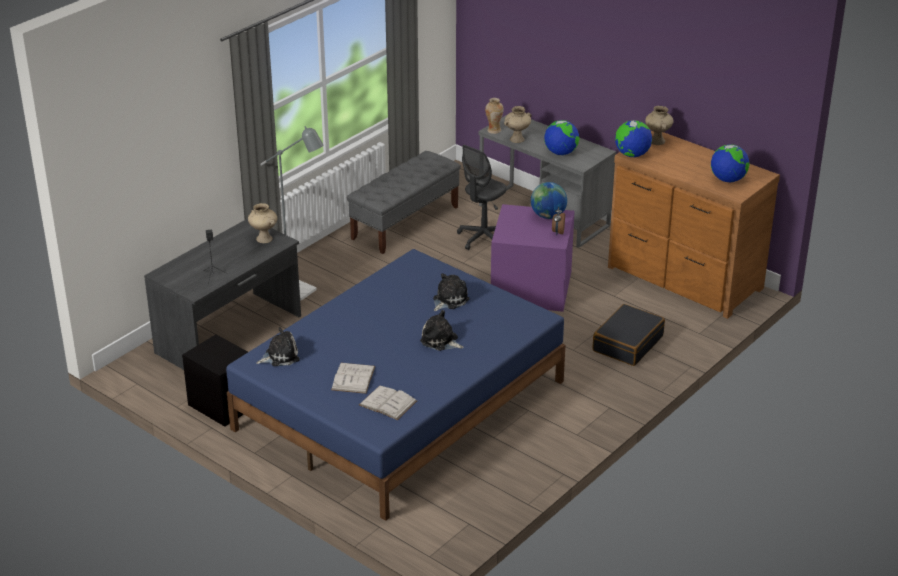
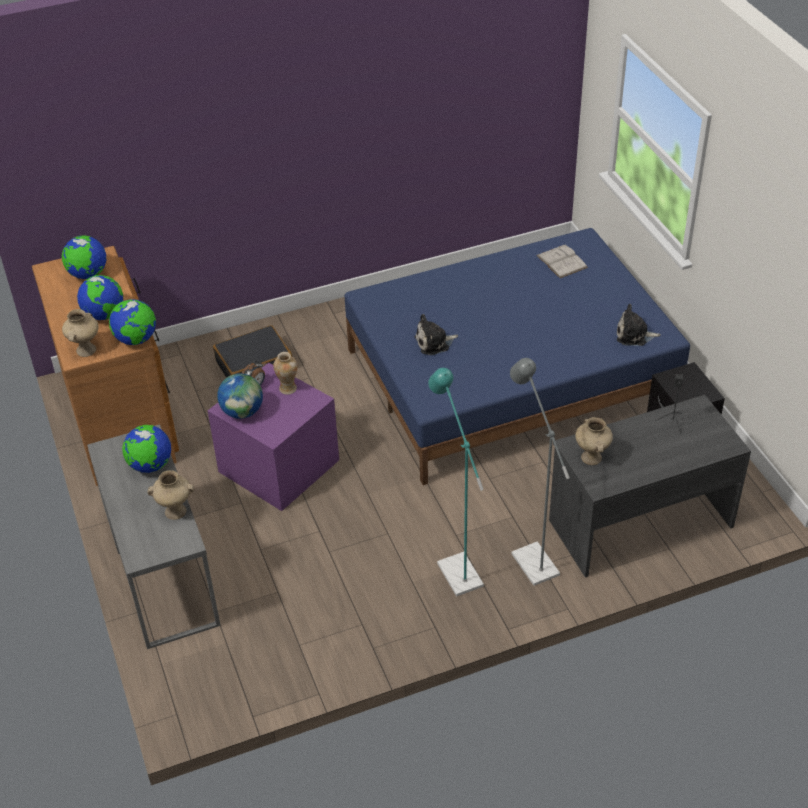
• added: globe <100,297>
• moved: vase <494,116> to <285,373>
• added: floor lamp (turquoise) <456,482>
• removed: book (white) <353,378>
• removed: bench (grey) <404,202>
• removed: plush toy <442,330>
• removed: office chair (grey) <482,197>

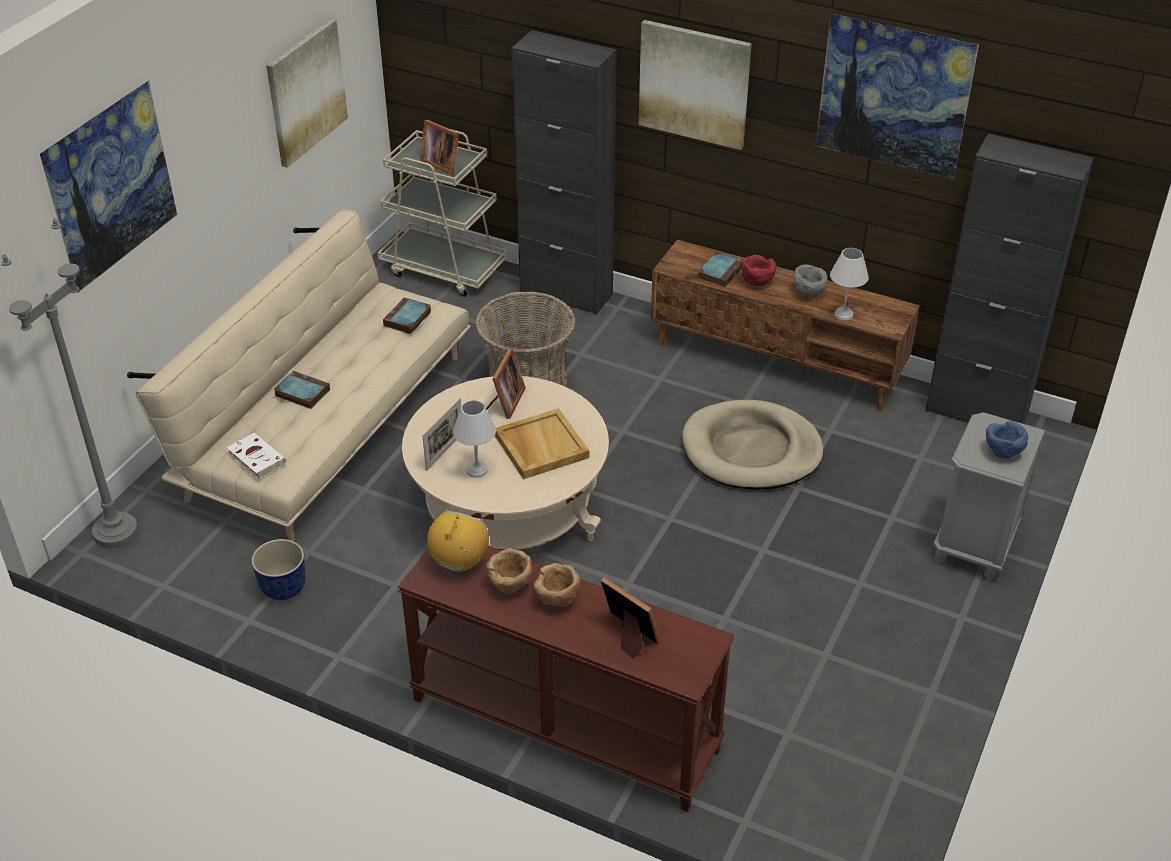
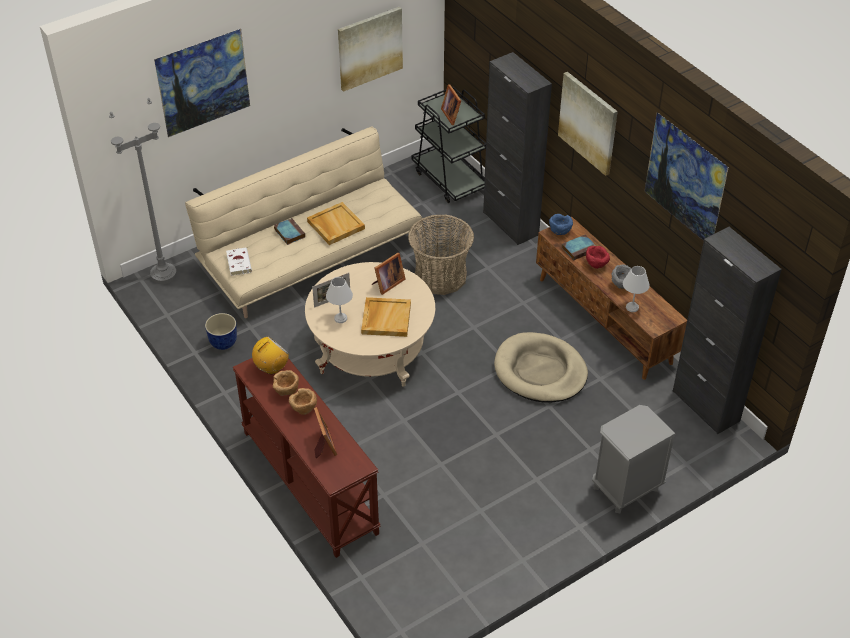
• added: tray (beige) <336,223>
• recoloured: cart (beige) <442,213> to cart (black) <448,145>
• moved: bowl (blue) <1007,439> to <561,224>
• removed: book <407,315>

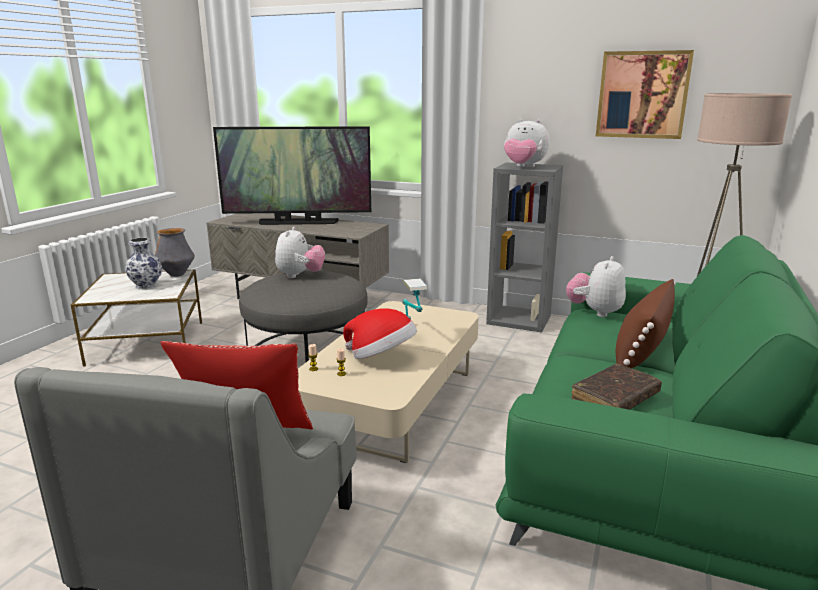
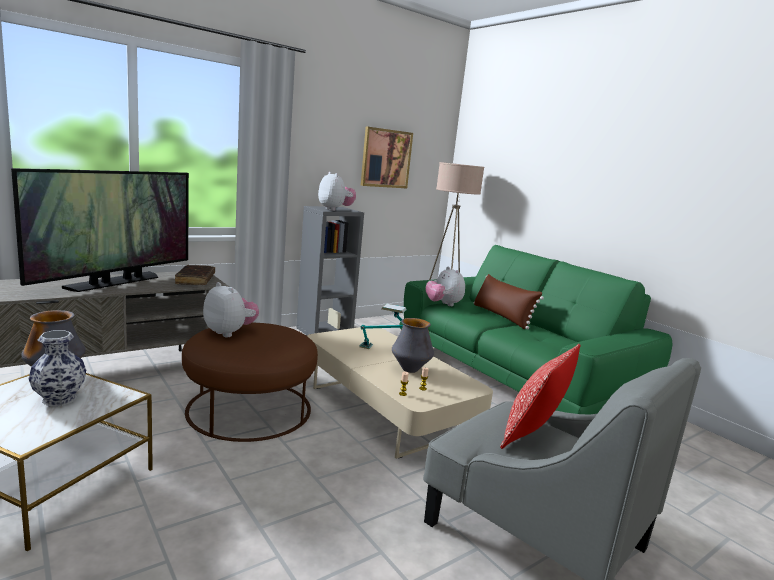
• moved: book (brown) <616,387> to <195,275>
• recoloured: ottoman (grey) <303,316> to ottoman (brown) <250,382>
• turned: plush toy <527,143> = <337,191> 90 degrees counterclockwise
• replaced: hat <380,333> to vase <413,345>

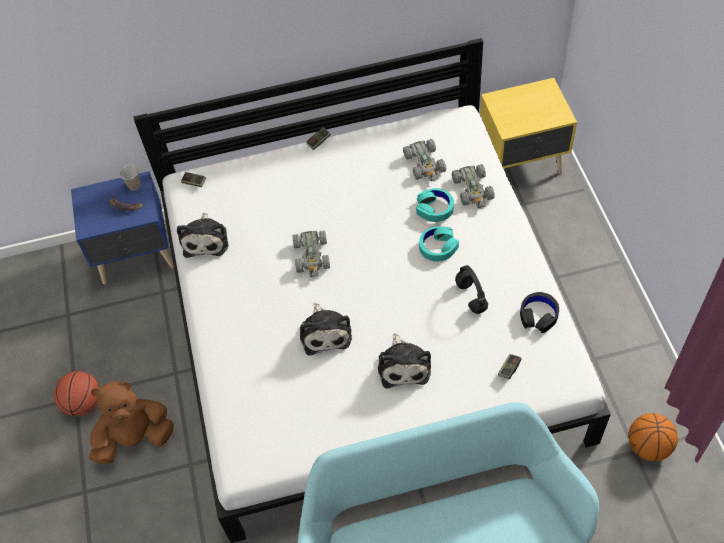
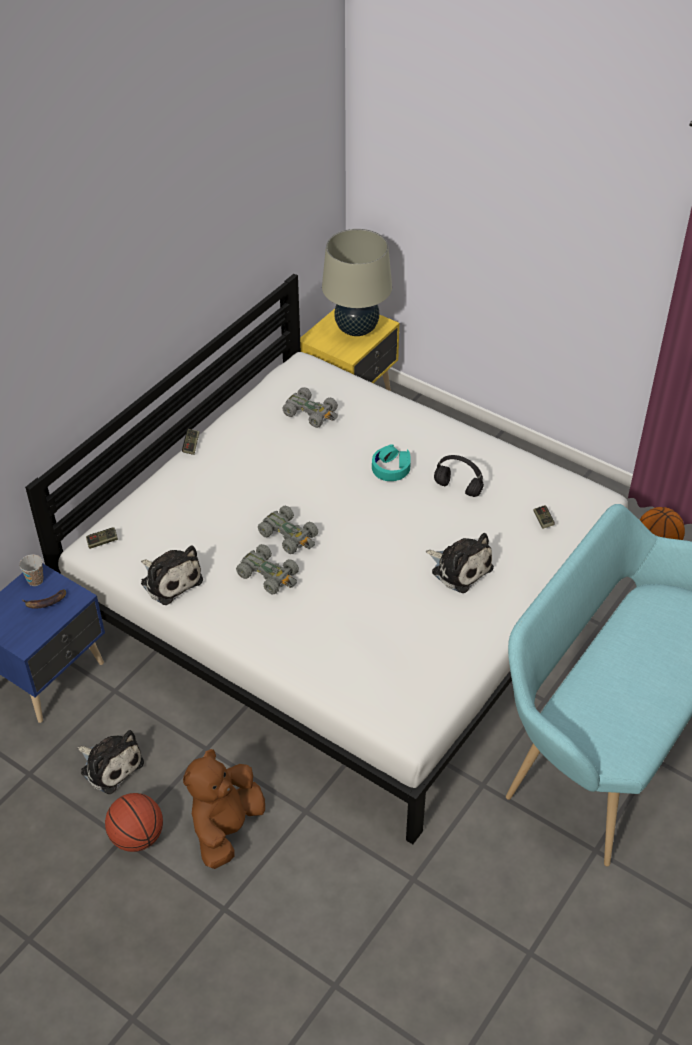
• moved: plush toy <326,329> to <111,762>
• moved: toy car (grey) <473,186> to <267,569>
• added: table lamp (beige) <357,282>
• removed: headphones (turquoise) <435,205>
• removed: headphones (black) <539,312>

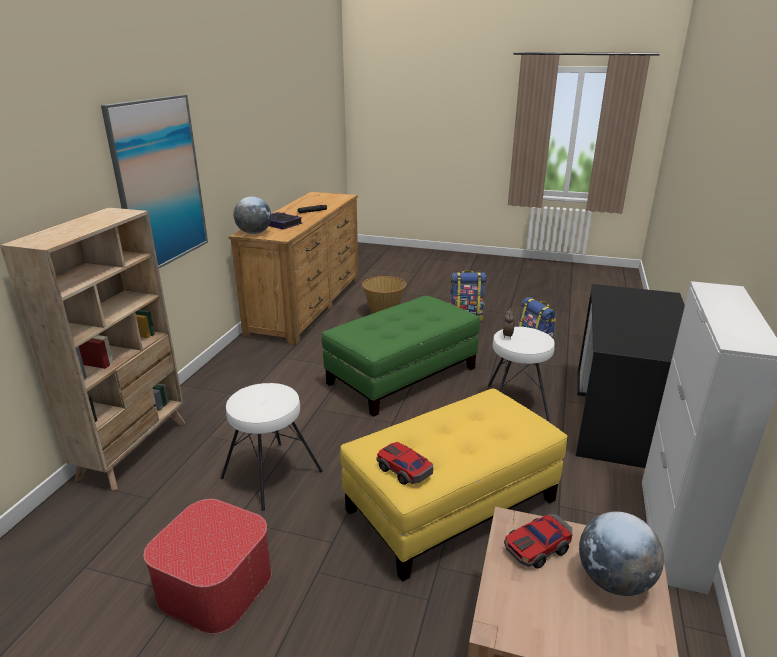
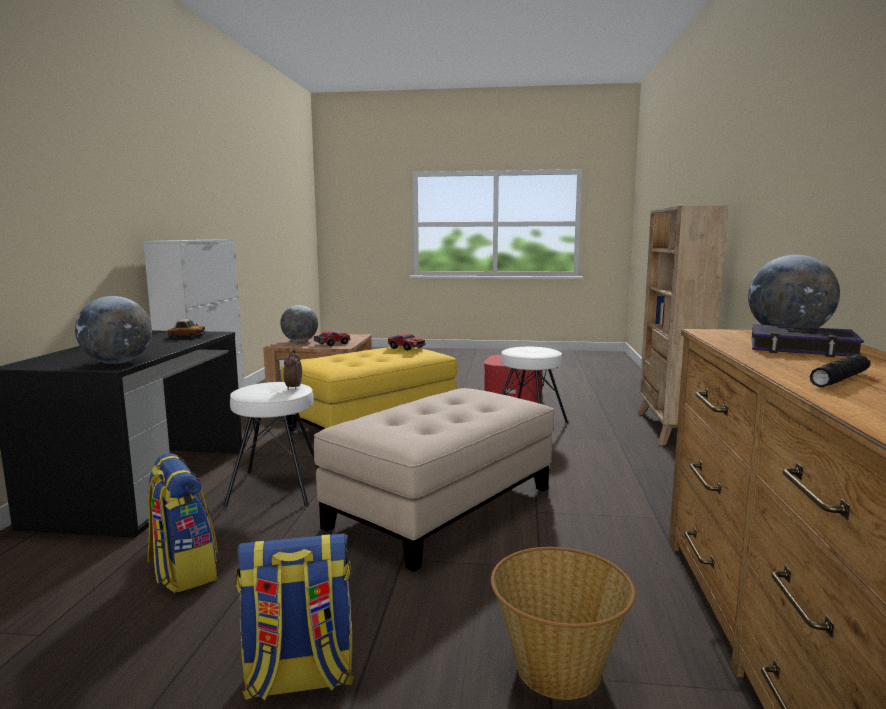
• added: globe <113,330>
• added: toy car <187,329>
• recoloured: ottoman (green) <401,356> to ottoman (beige) <434,480>
• removed: picture <154,181>

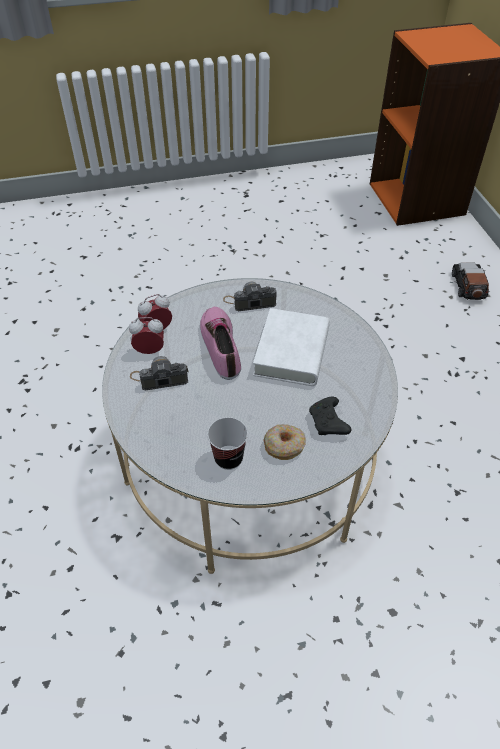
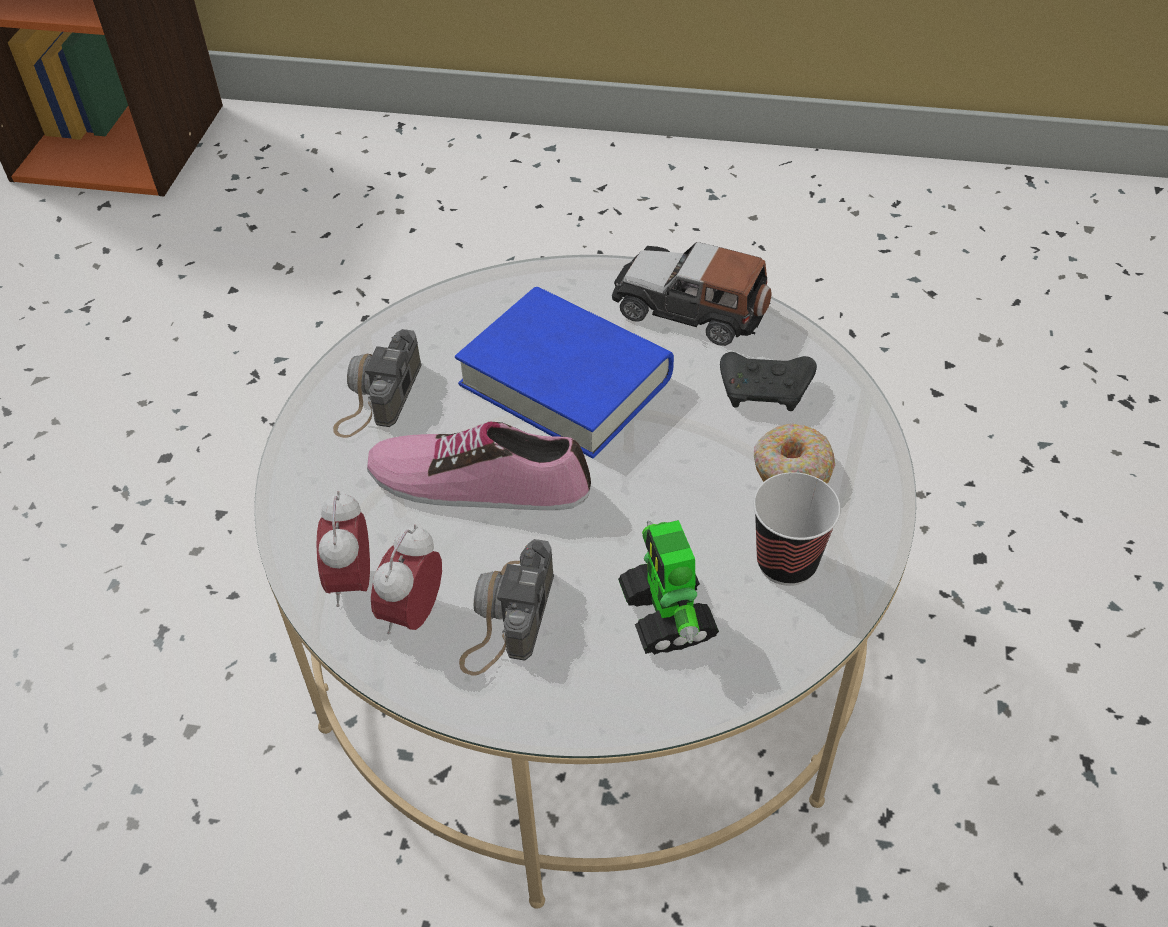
• recoloured: book (white) <291,347> to book (blue) <564,372>
• moved: toy car <470,281> to <692,294>
• added: toy robot <668,587>

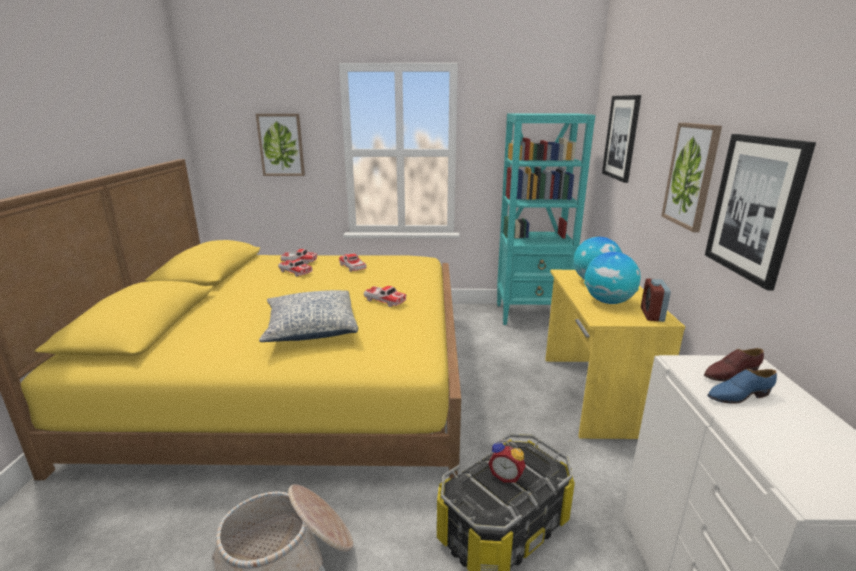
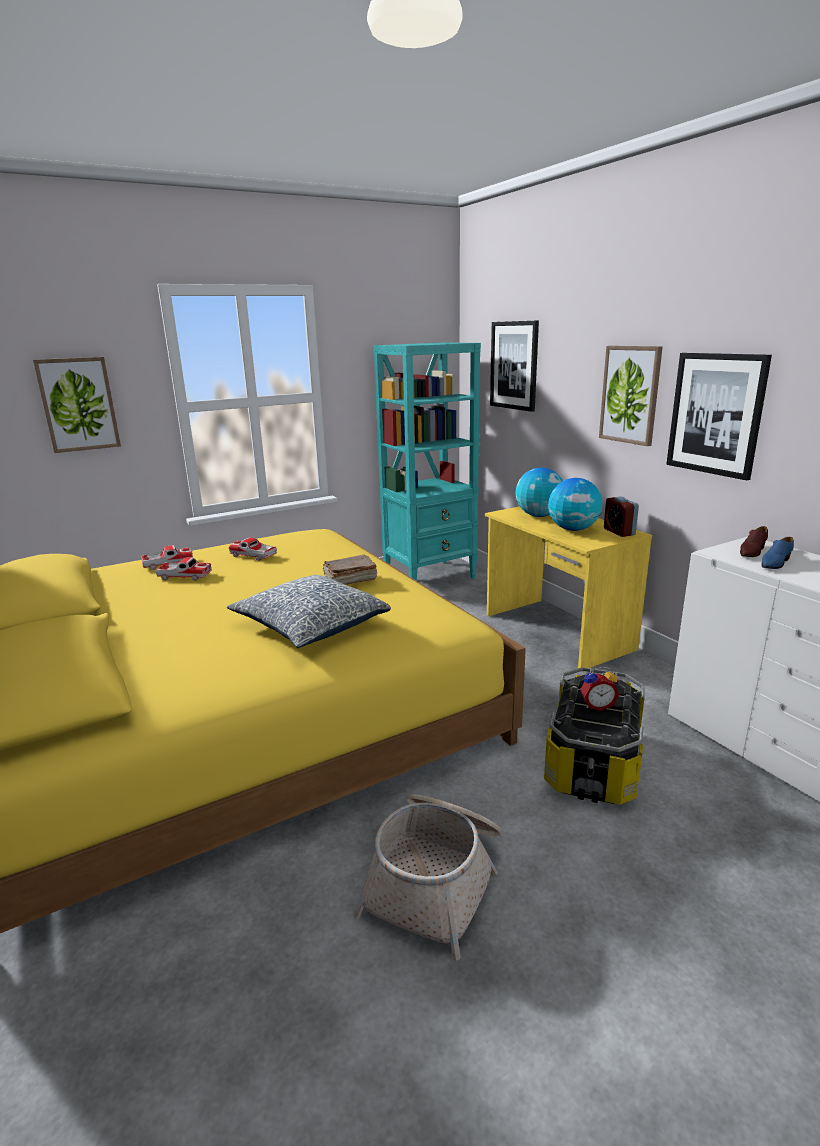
• replaced: toy car <385,296> to book (brown) <350,570>

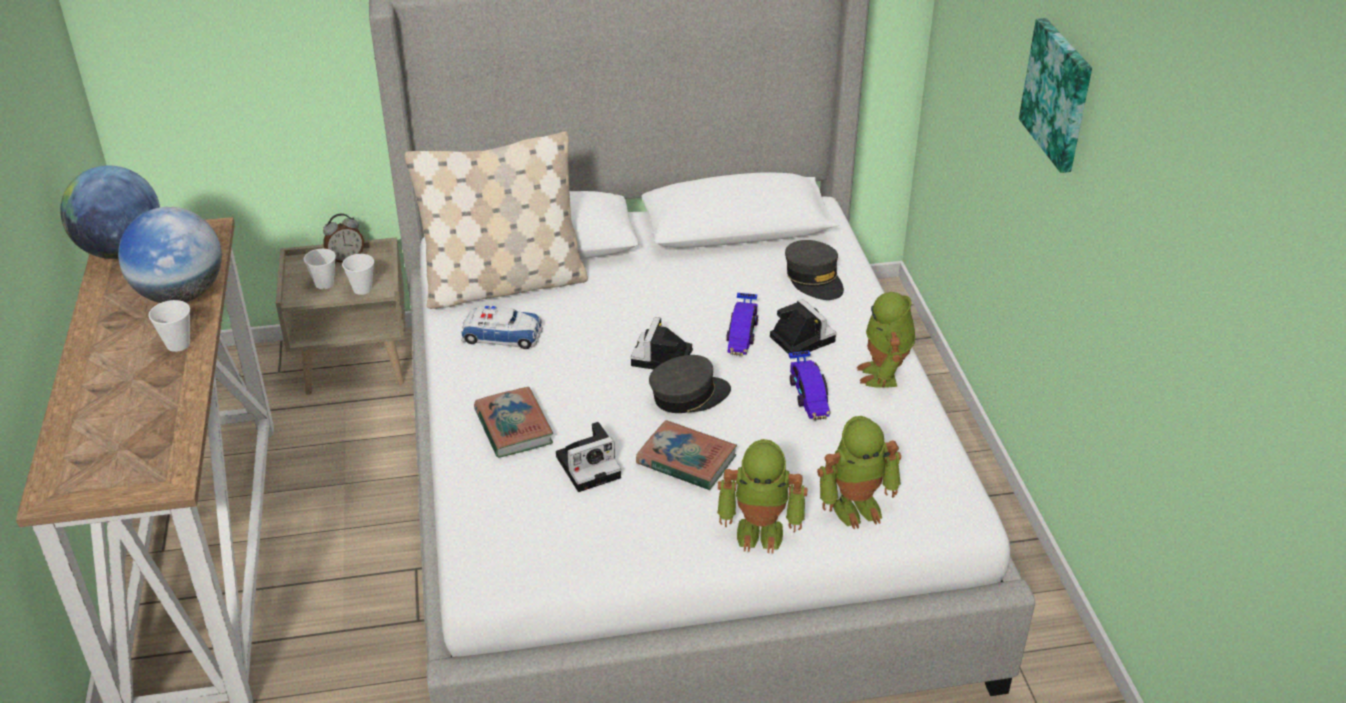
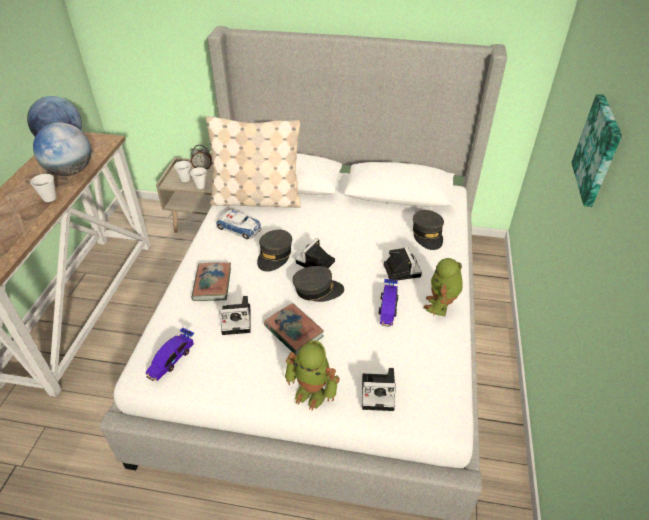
• moved: toy car <742,324> to <170,354>
• added: cap (grey) <274,251>
• replaced: toy robot <859,472> to photo camera <379,389>

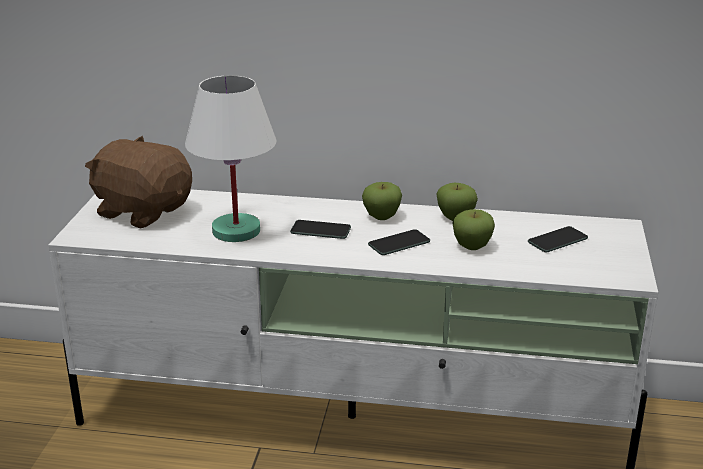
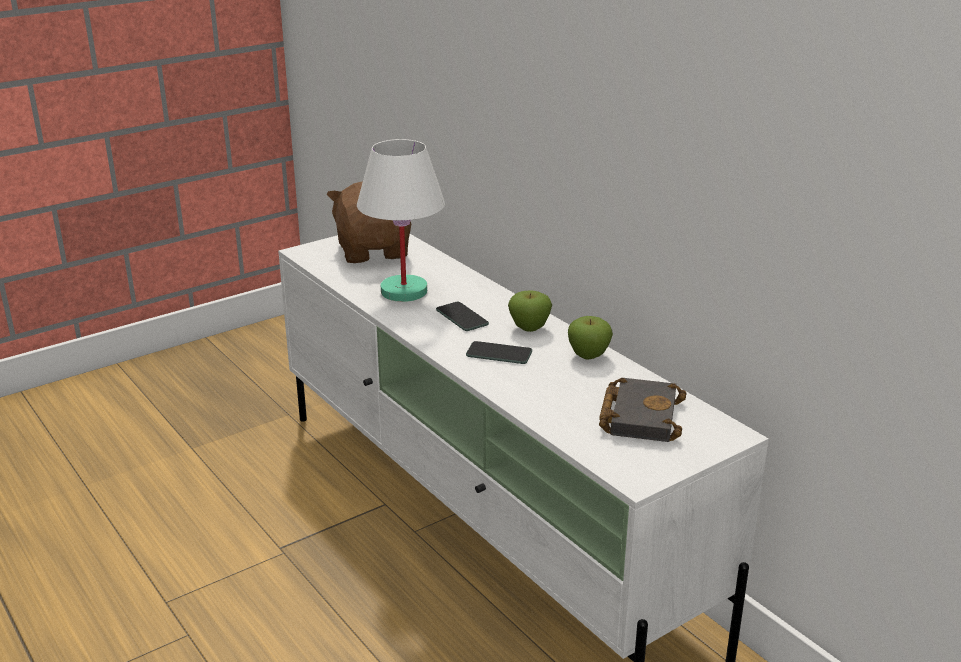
• replaced: phone <558,239> to book (black) <643,410>
• removed: apple <473,229>

